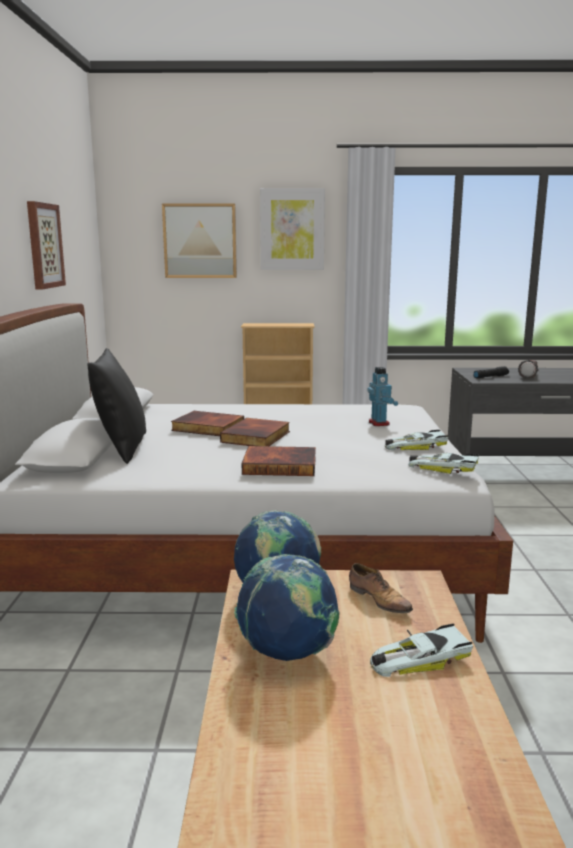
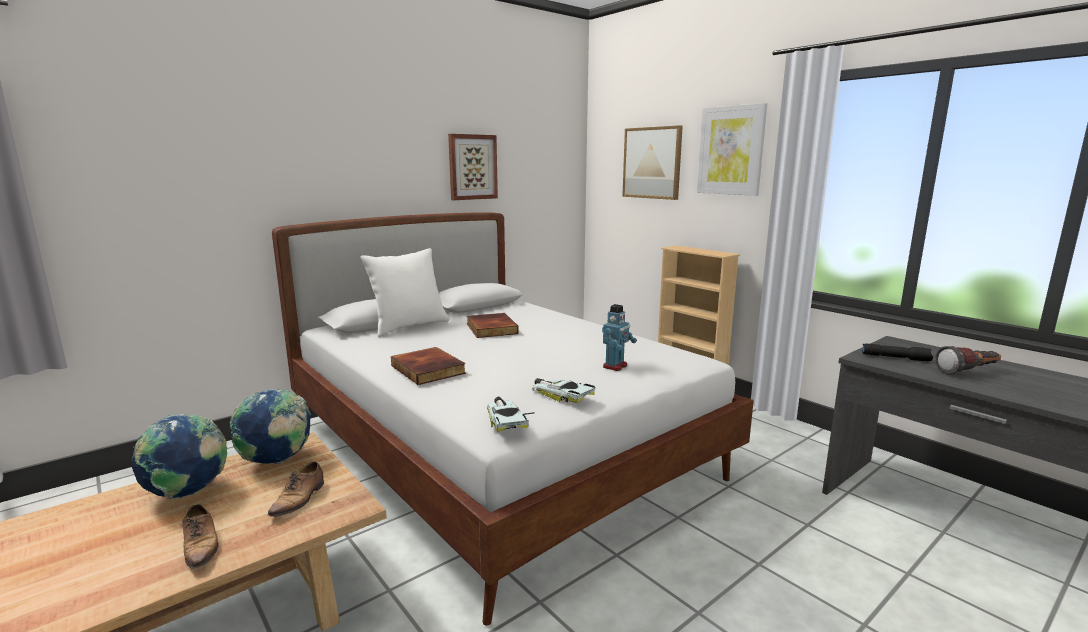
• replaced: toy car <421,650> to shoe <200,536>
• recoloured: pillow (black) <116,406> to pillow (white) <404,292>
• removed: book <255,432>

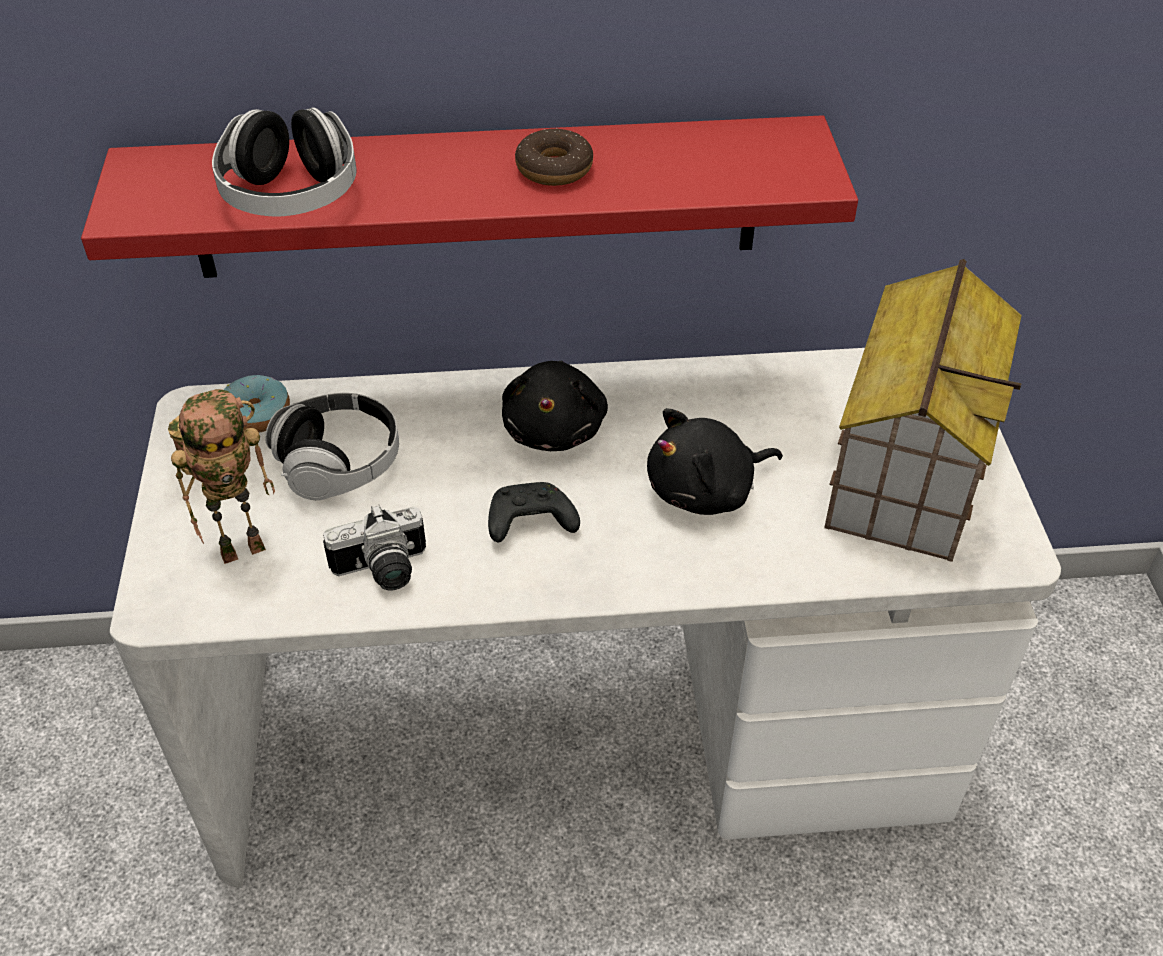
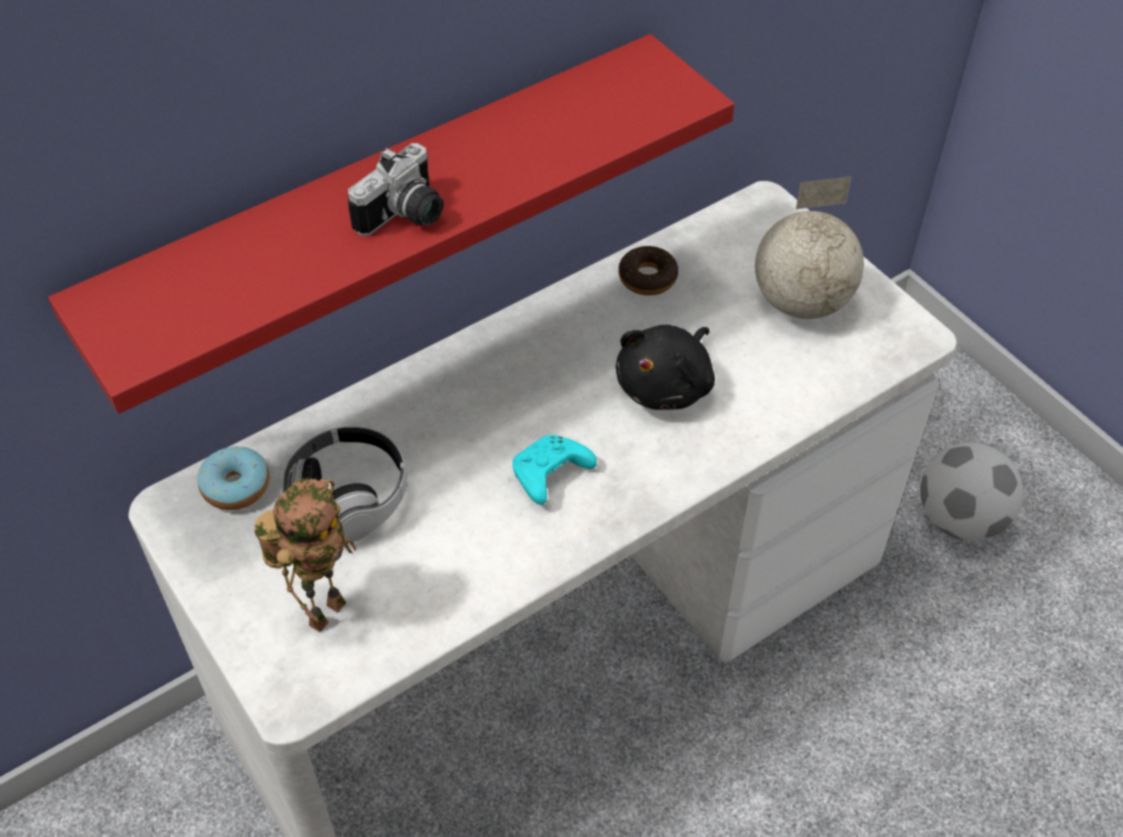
• moved: photo camera <374,547> to <396,189>
• recoloured: game controller (black) <534,512> to game controller (turquoise) <554,470>
• moved: donut <554,157> to <648,270>
• replaced: toy house <923,410> to globe <809,247>
• added: football <971,491>
• removed: headphones <284,161>
• removed: plush toy (black) <555,406>

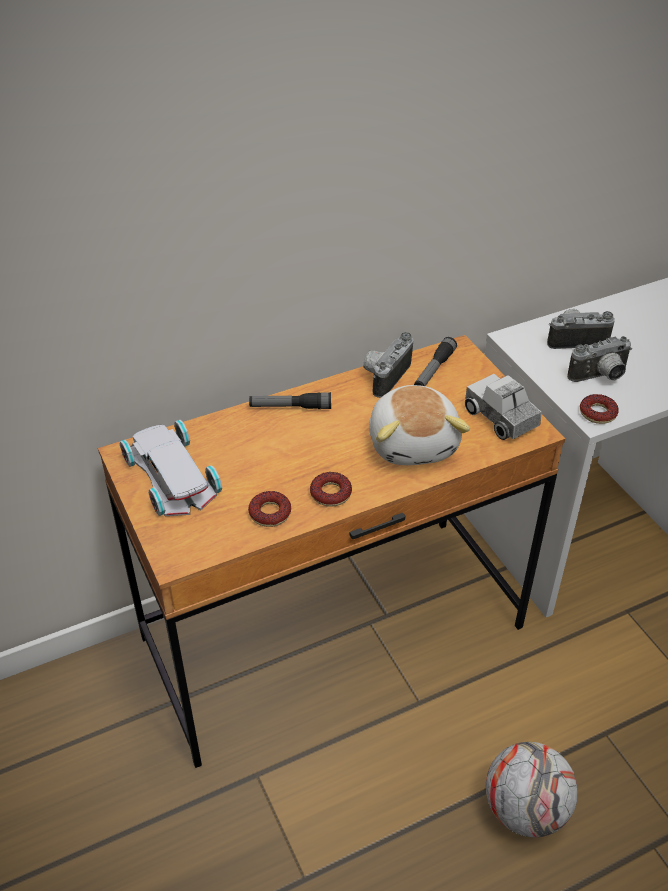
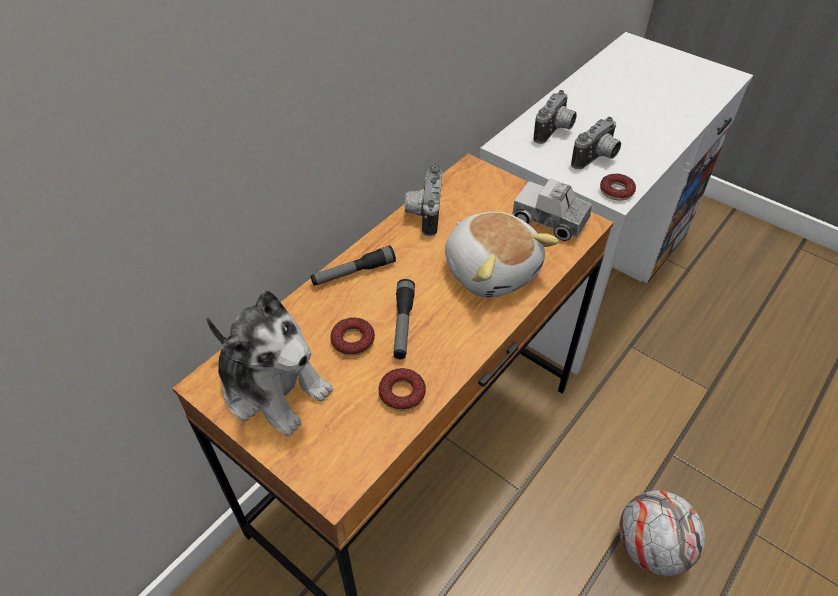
• replaced: toy car (white) <171,468> to plush toy <269,363>
• moved: donut <331,489> to <352,336>
• moved: flashlight <435,361> to <404,319>
• turned: photo camera <581,329> = <555,117> 150 degrees clockwise

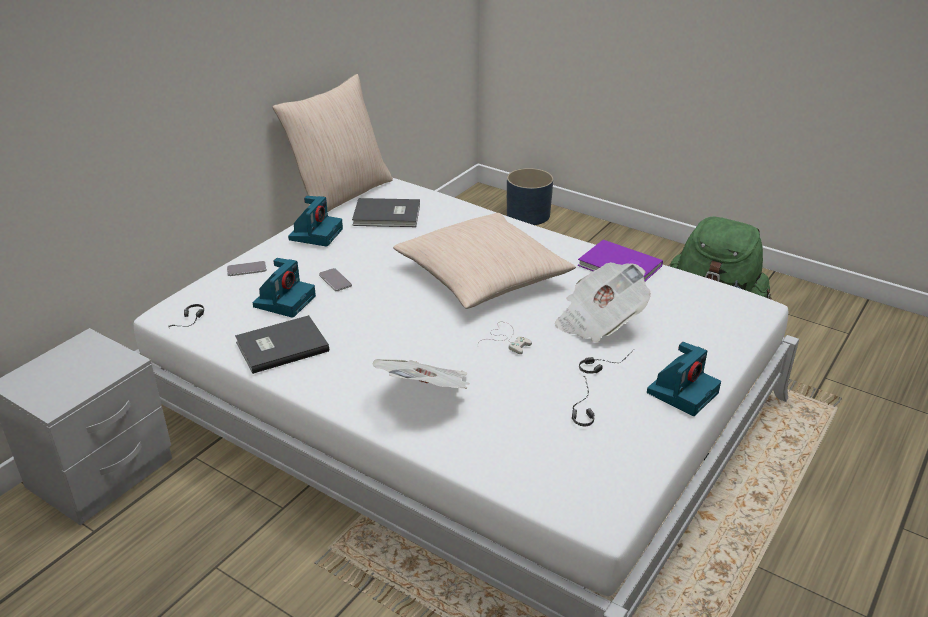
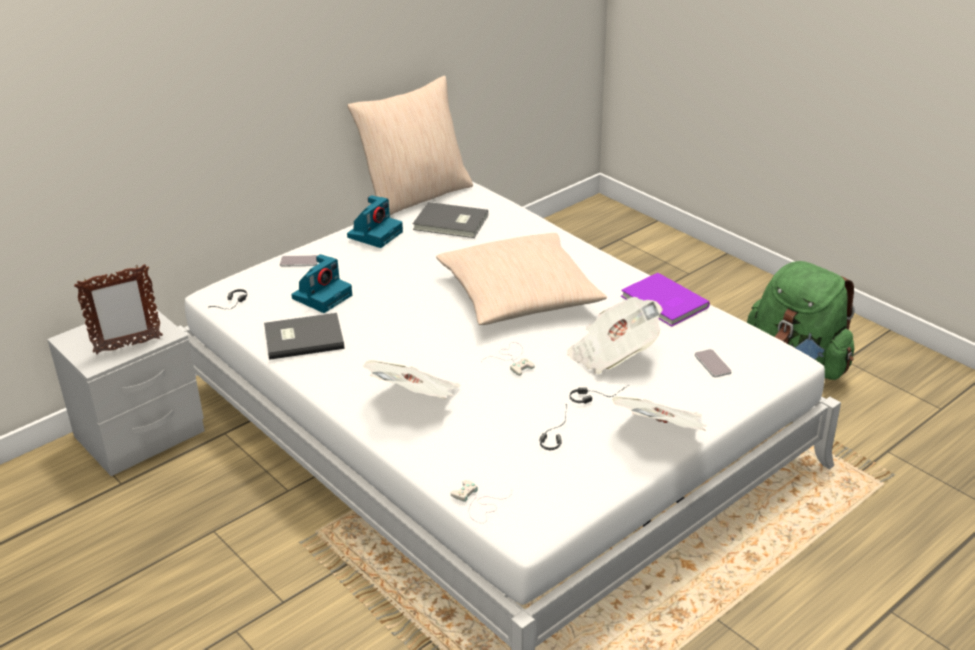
• added: picture frame <118,309>
• added: game controller (white) <481,501>
• replaced: photo camera <684,379> to newspaper <659,414>
• moved: phone <335,279> to <713,363>
• removed: planter (blue) <530,196>

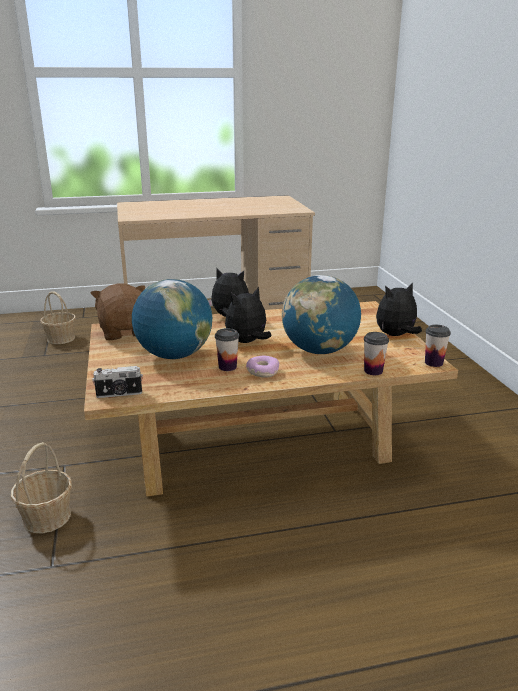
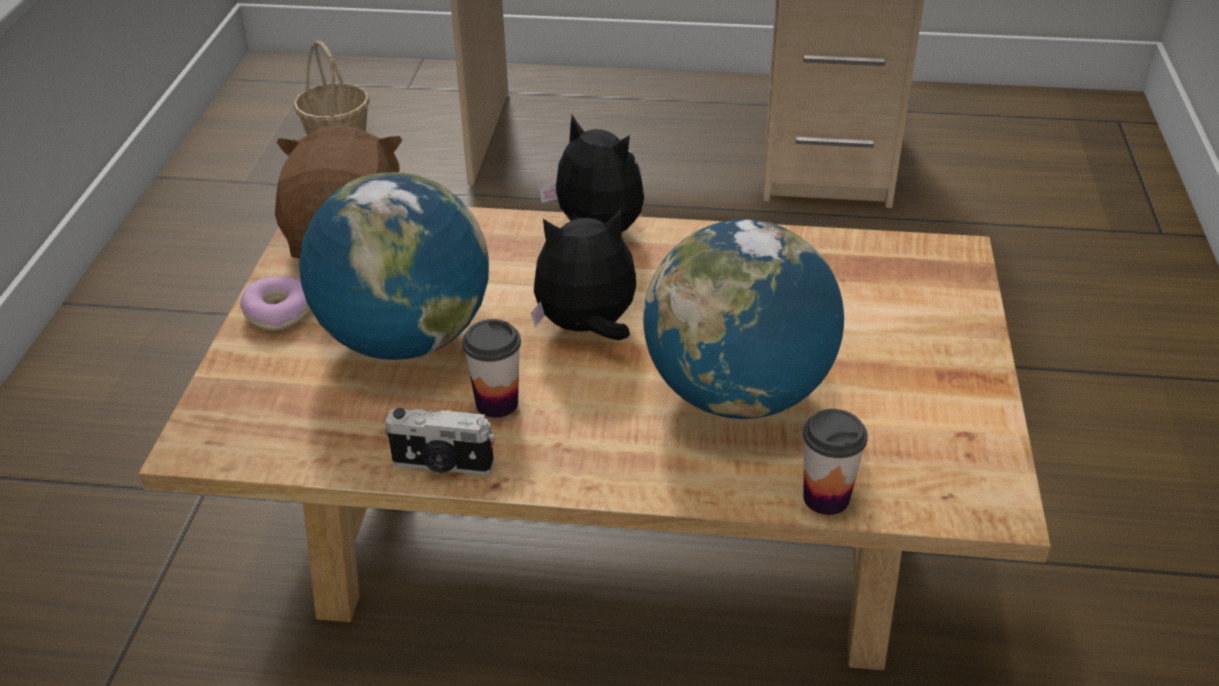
• moved: donut <262,367> to <275,303>
• moved: photo camera <117,382> to <440,441>
• removed: basket <41,487>
• removed: plush toy <399,309>
• removed: cup <438,346>

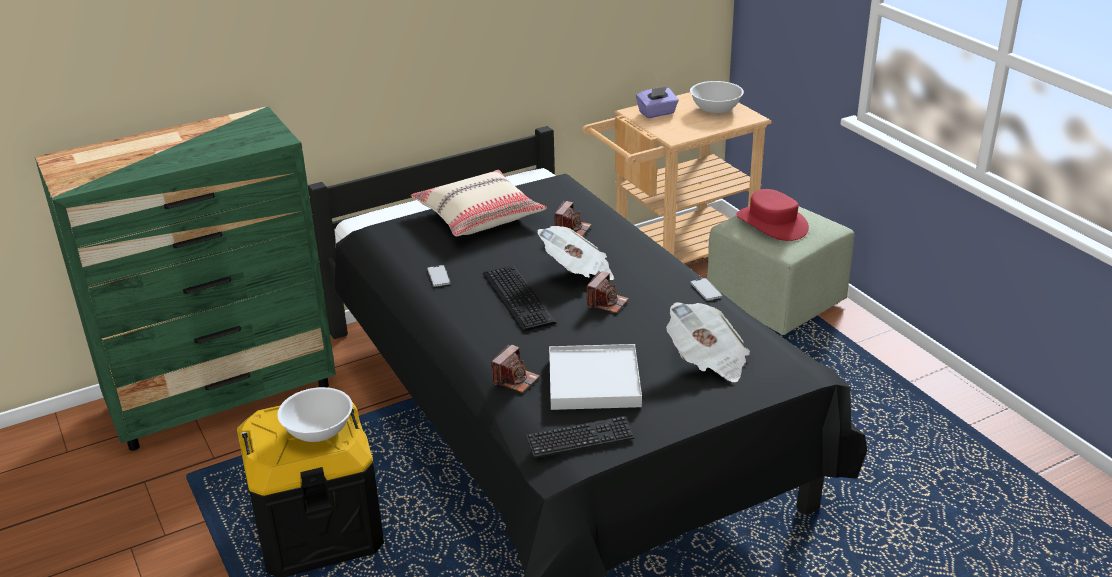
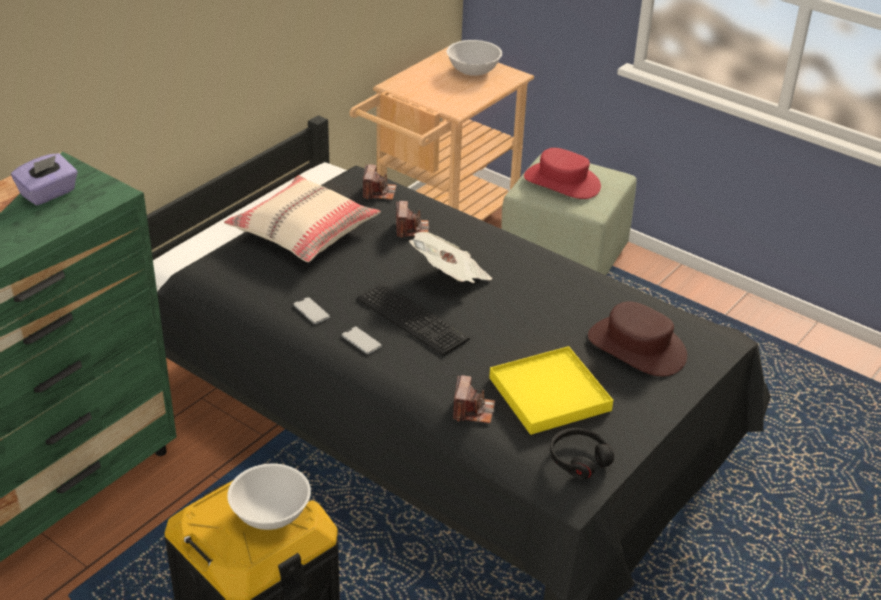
• moved: tissue box (purple) <657,102> to <44,179>
• moved: phone <706,289> to <362,340>
• moved: photo camera <608,292> to <379,182>
• recoloured: tray (white) <595,377> to tray (yellow) <551,390>
• replaced: keyboard <580,437> to headphones (black) <582,453>
• replaced: newspaper <708,342> to hat (brown) <637,338>

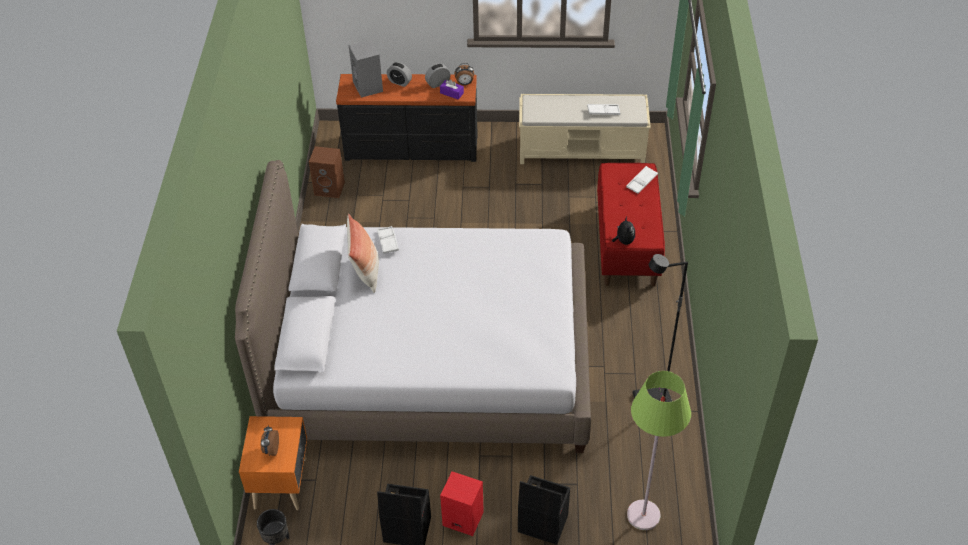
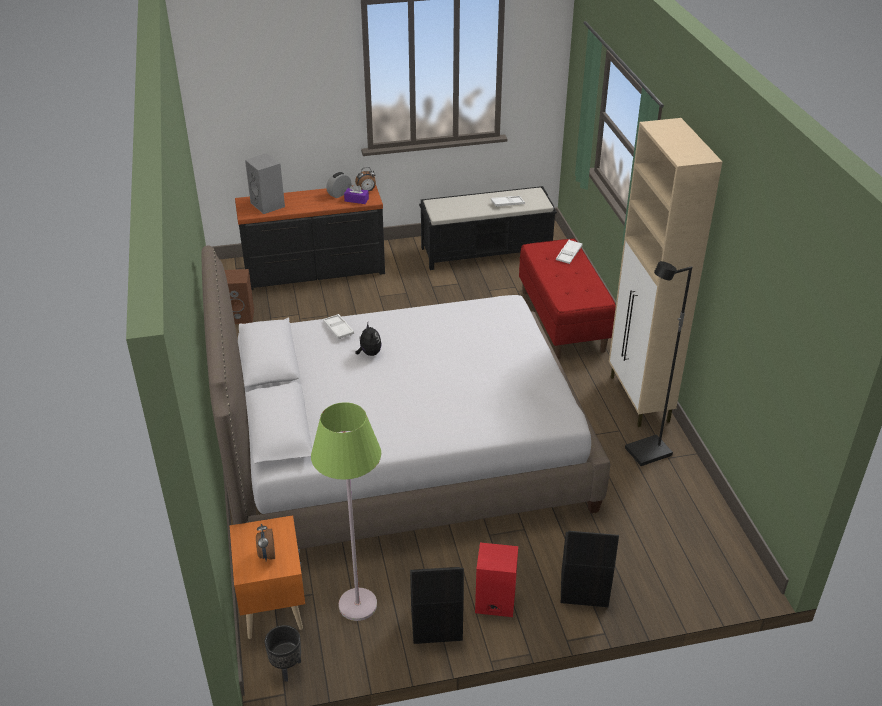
• moved: floor lamp (green) <659,450> to <346,511>
• moved: plush toy <623,231> to <368,339>
• recoloured: bench (beige) <585,129> to bench (black) <488,228>
• added: cabinet (beige) <665,272>
• removed: pillow <363,253>
• removed: alarm clock <399,74>

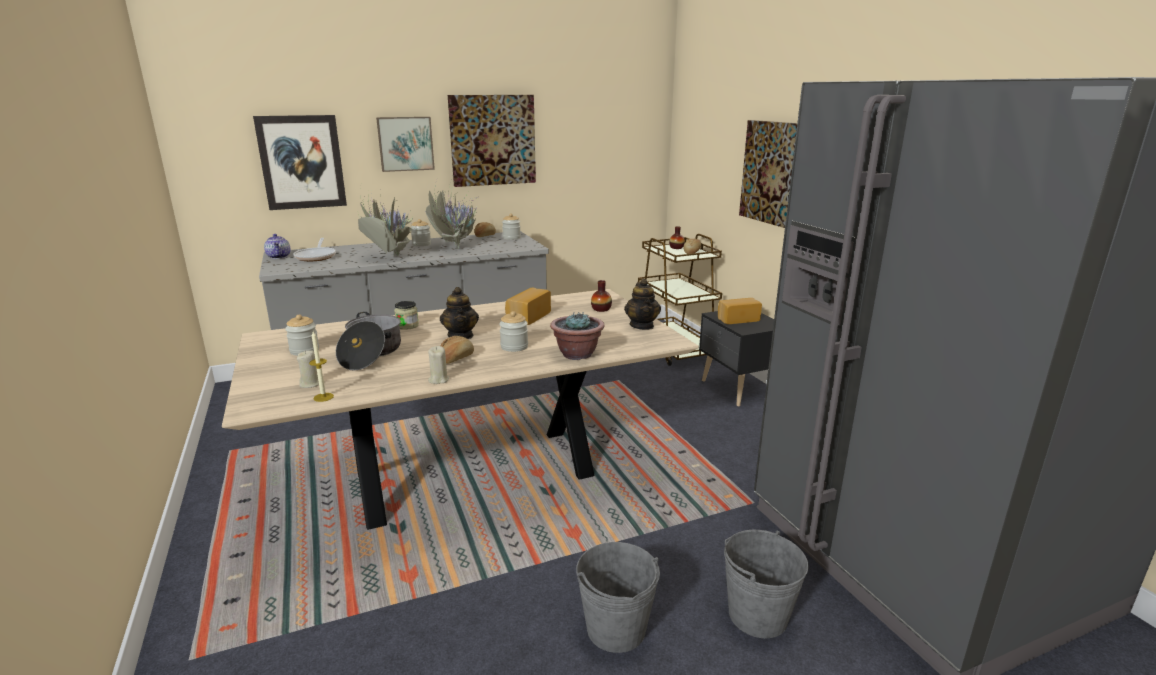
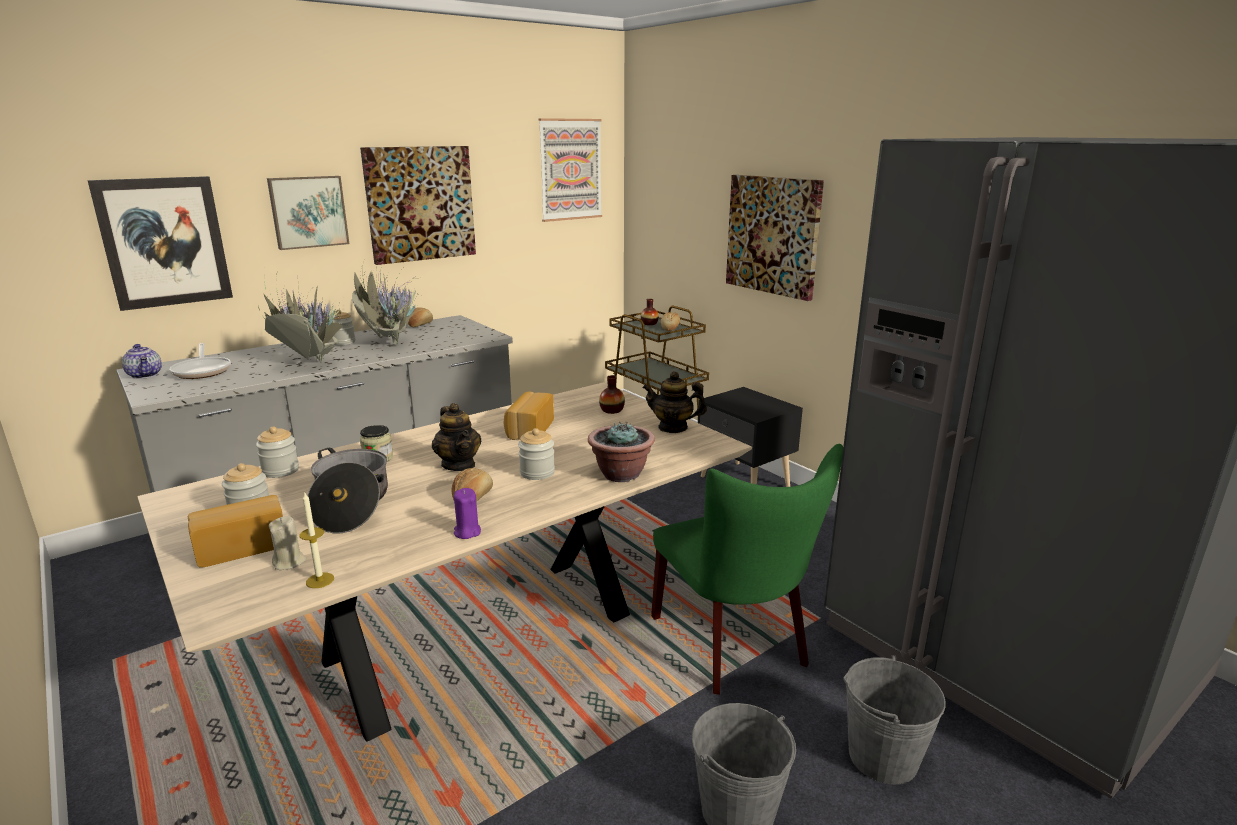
• moved: bread <740,311> to <235,531>
• moved: jar <511,227> to <277,452>
• recoloured: candle (beige) <438,365> to candle (purple) <467,513>
• added: picture <570,170>
• turned: teapot <642,304> = <674,402> 120 degrees clockwise
• added: chair (green) <747,569>

